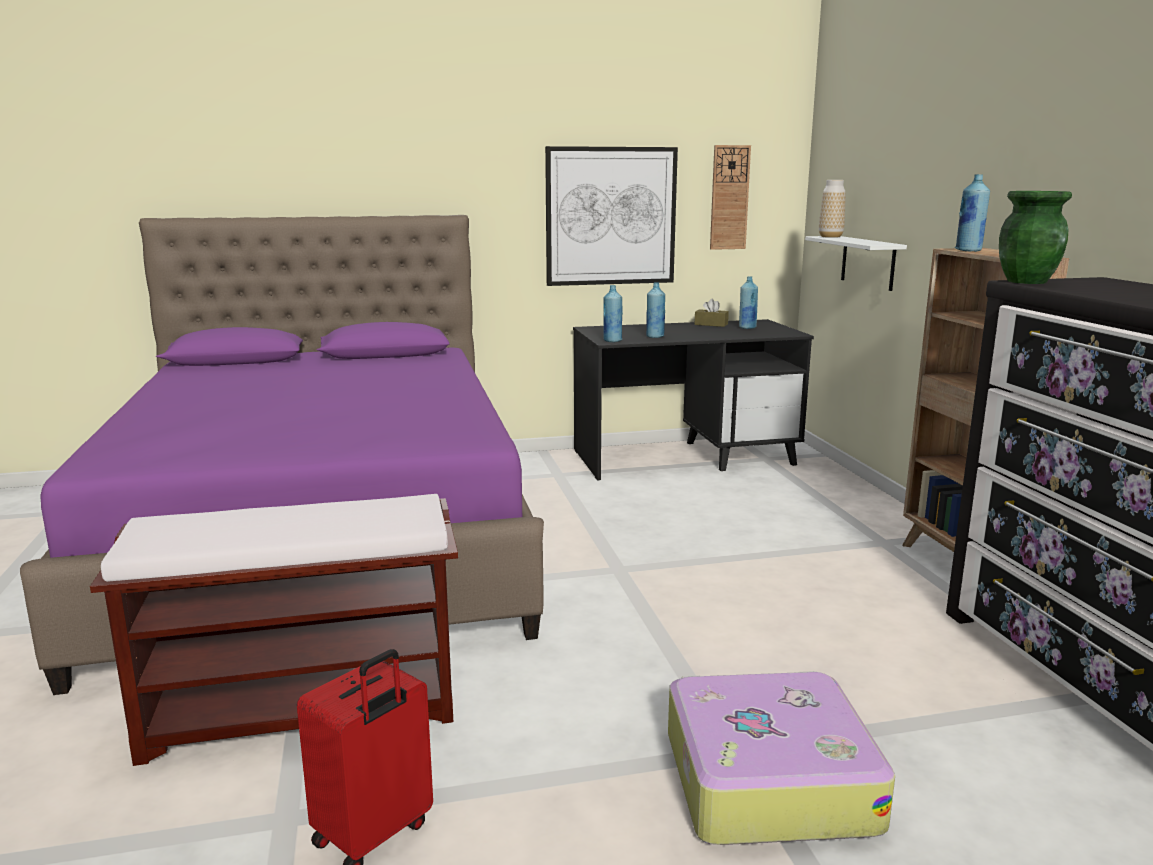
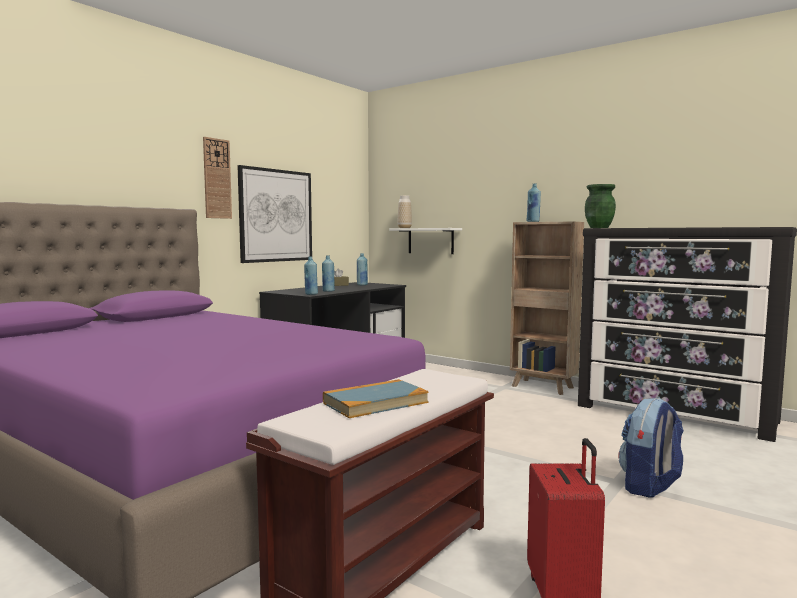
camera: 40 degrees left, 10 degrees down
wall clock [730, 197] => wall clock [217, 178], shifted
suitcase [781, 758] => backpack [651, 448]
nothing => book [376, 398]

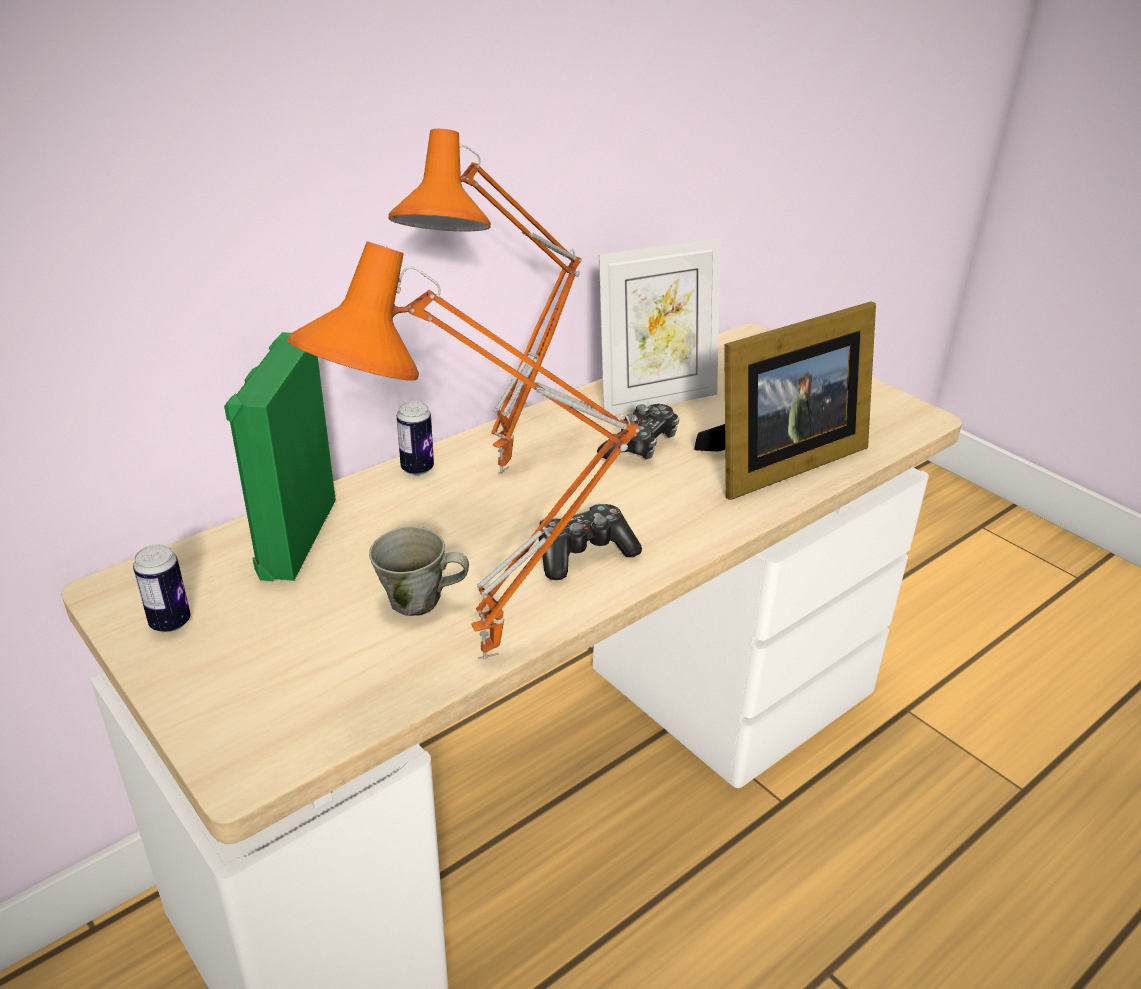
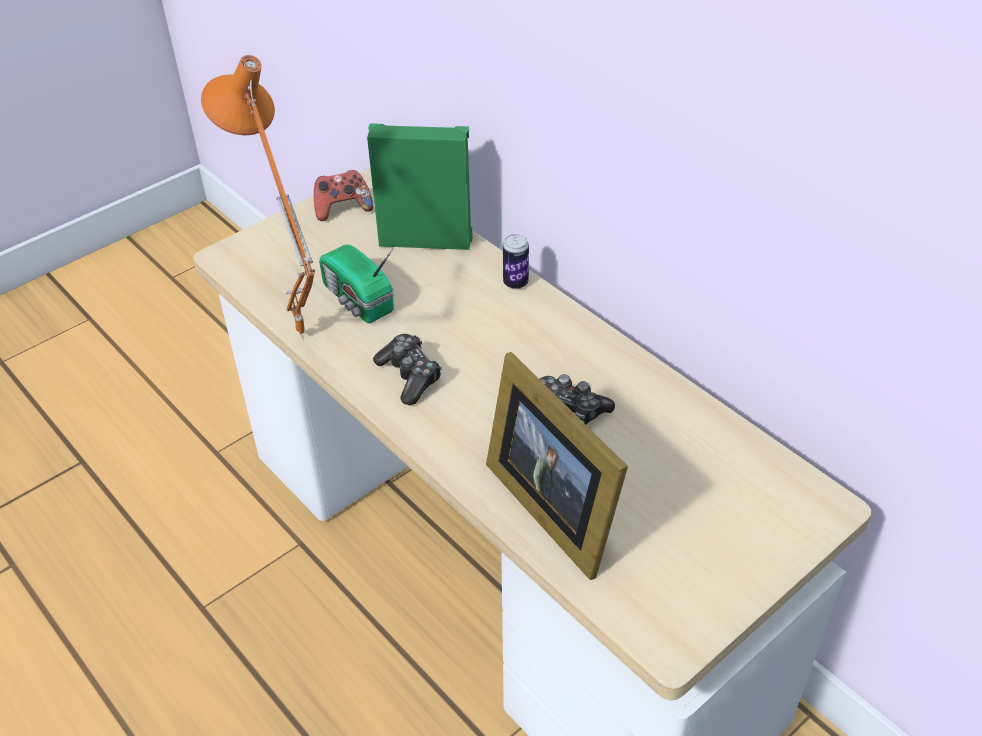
camera: 90 degrees right, 10 degrees up
orange table lamp [485, 301] => nothing
picture frame [659, 326] => nothing
grey mug [419, 571] => radio [356, 283]
can [161, 588] => game controller [344, 195]

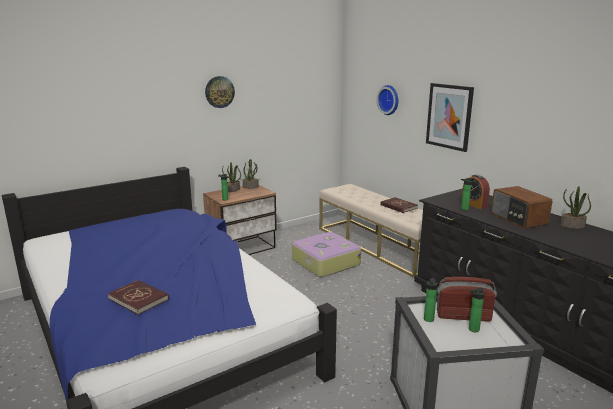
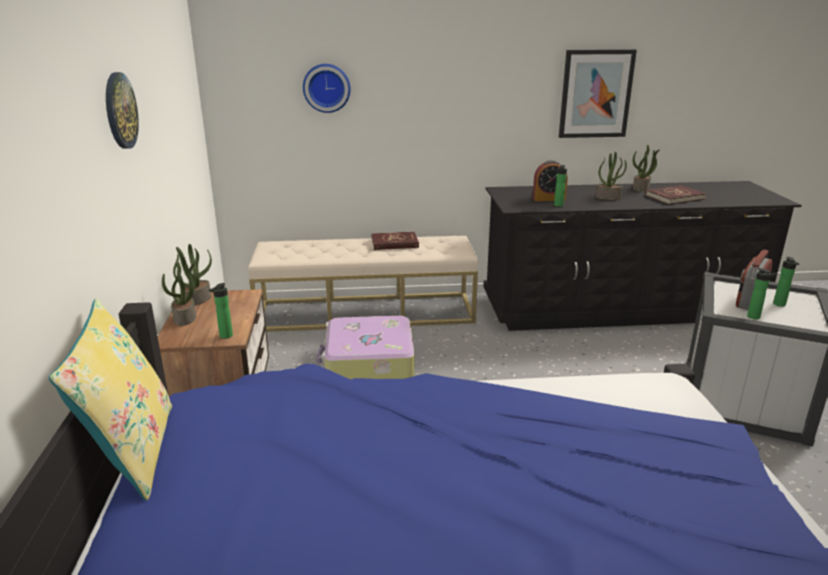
camera: 60 degrees left, 5 degrees up
picture [450, 117] => picture [598, 93], shifted
radio [521, 207] => potted plant [611, 176]
red book [138, 297] => red book [676, 195], shifted
nothing => yellow pillow [110, 400]

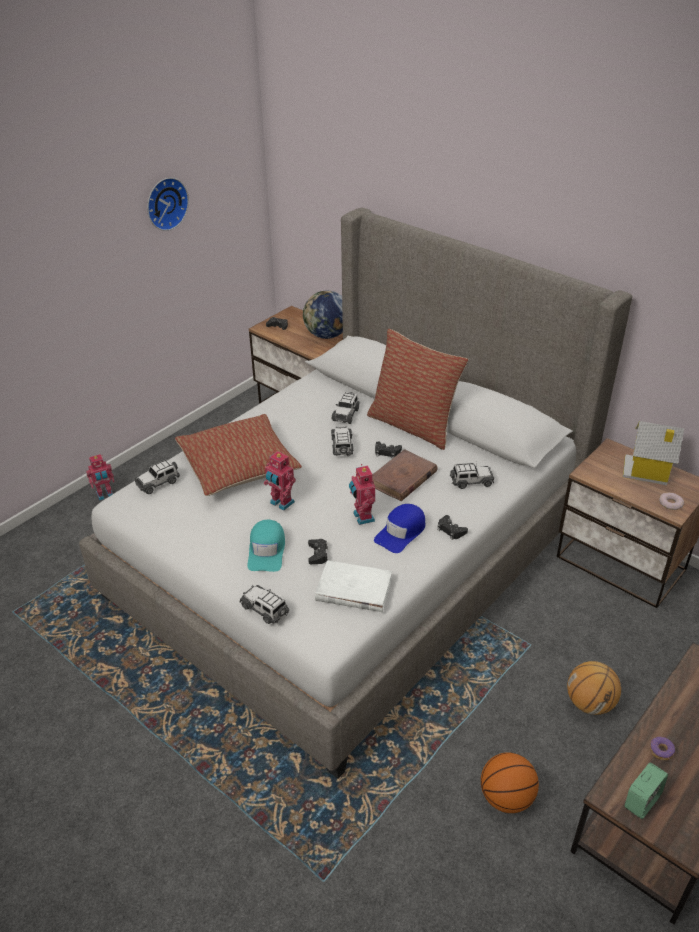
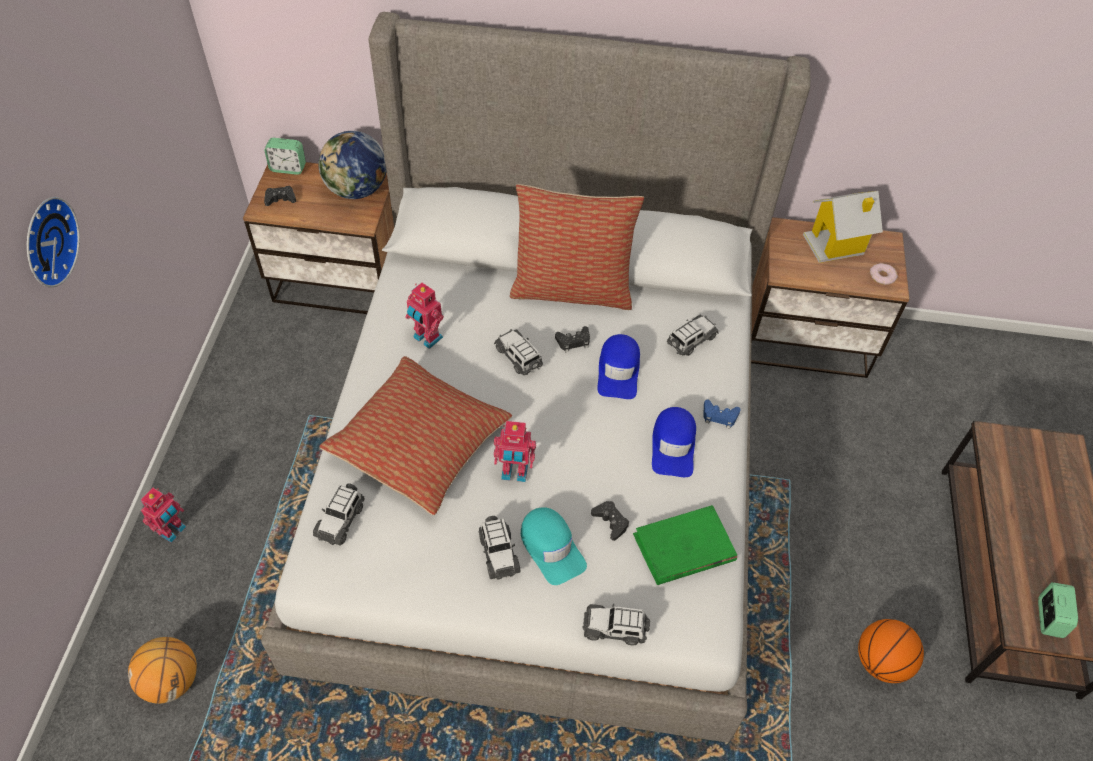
camera: 35 degrees left, 15 degrees up
wall clock [168, 204] => wall clock [53, 242], shifted
toy car [346, 408] => toy car [500, 547], shifted
brown book [405, 475] => blue cap [619, 366]
toy robot [362, 494] => toy robot [424, 316], shifted
black game controller [452, 527] => blue game controller [722, 414]
white book [353, 586] => green book [685, 545]
basketball [594, 688] => basketball [162, 670], shifted
donut [662, 748] => nothing
nothing => alarm clock [285, 156]

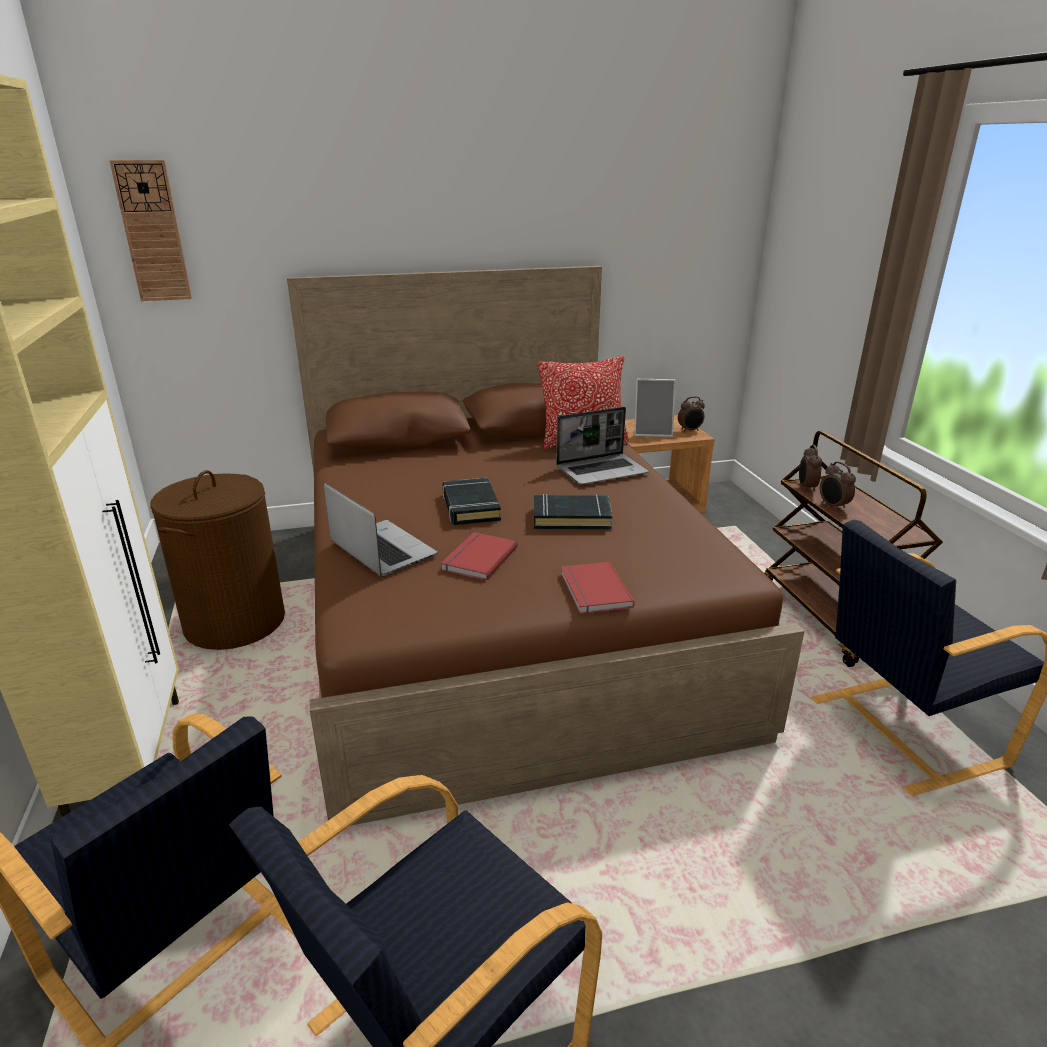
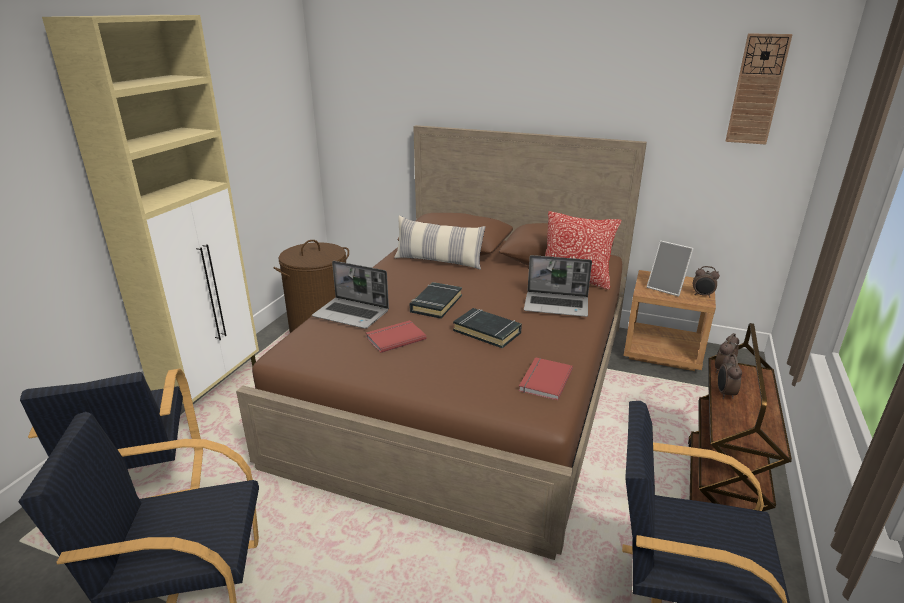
camera: 35 degrees right, 0 degrees up
wall clock [150, 230] => wall clock [759, 88], shifted
laptop [380, 529] => laptop [350, 295], 120 degrees clockwise
red book [597, 588] => red book [546, 379], shifted
nothing => pillow [440, 242]

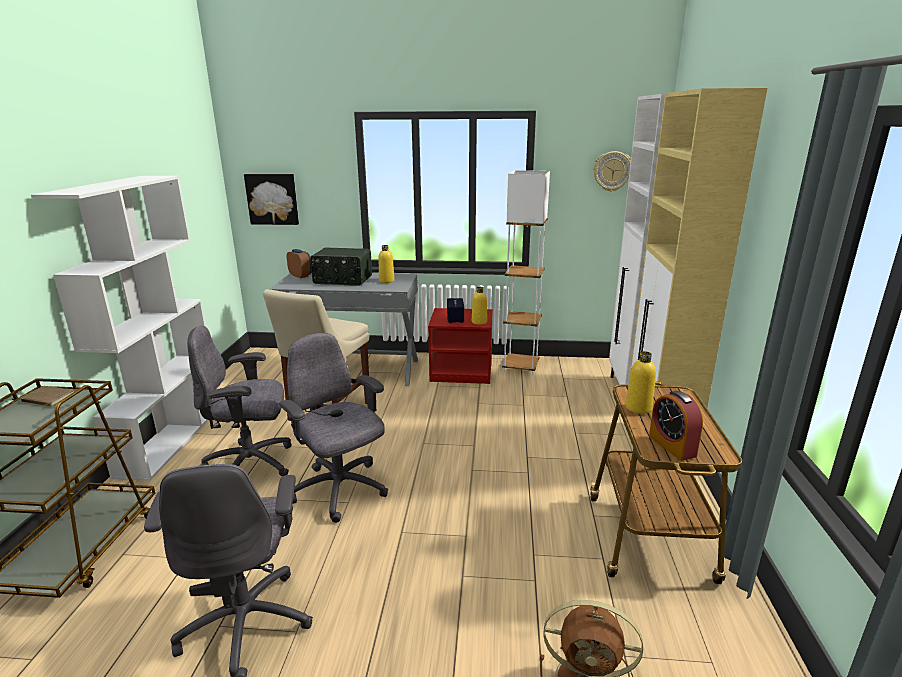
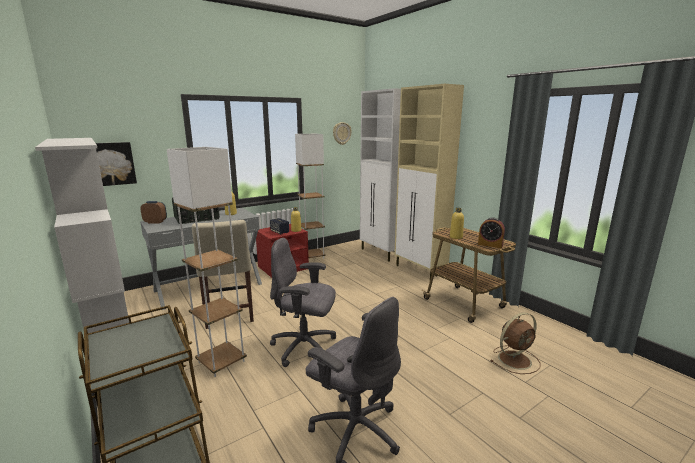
camera: 40 degrees left, 5 degrees down
grey office chair [239, 400] => white floor lamp [207, 262]
brown book [47, 396] => nothing

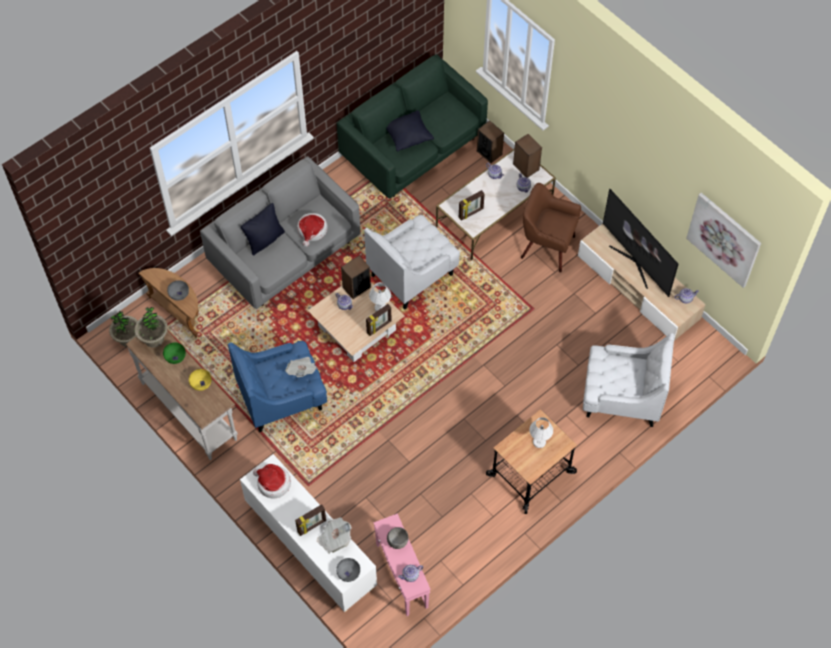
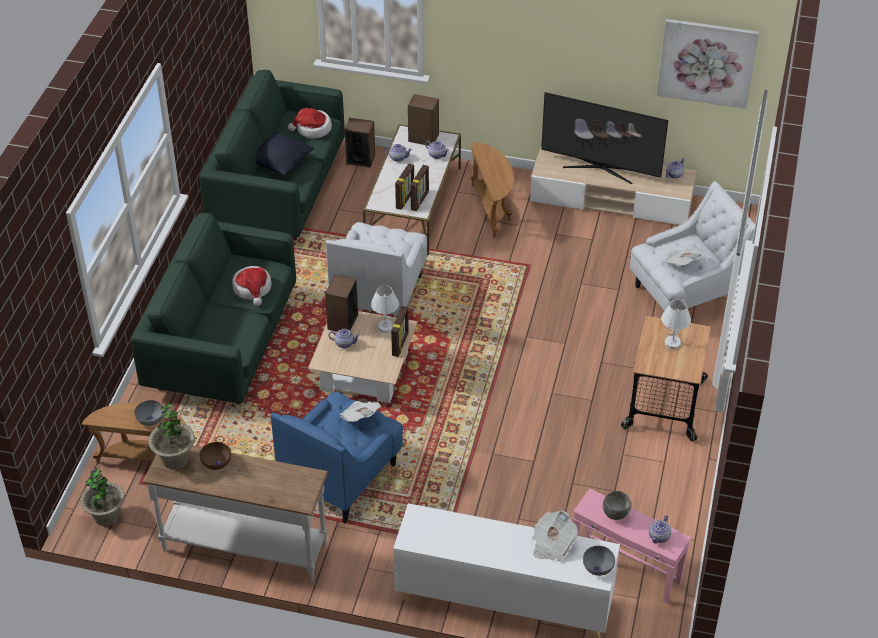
camera: 35 degrees left, 15 degrees down
grey sofa [280, 232] => green sofa [213, 309]
brown armchair [551, 228] => brown side table [492, 190]
black pillow [263, 229] => nothing
green bowl [174, 353] => brown bowl [215, 456]
yellow bowl [200, 380] => nothing
hat [272, 481] => hat [310, 123], shifted
picture frame [310, 520] => picture frame [420, 188], shifted
nothing => newspaper [683, 256]

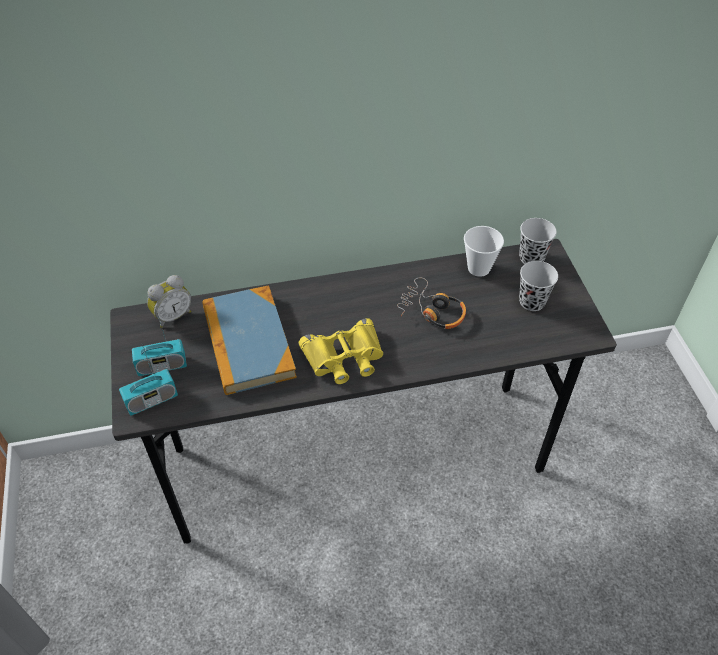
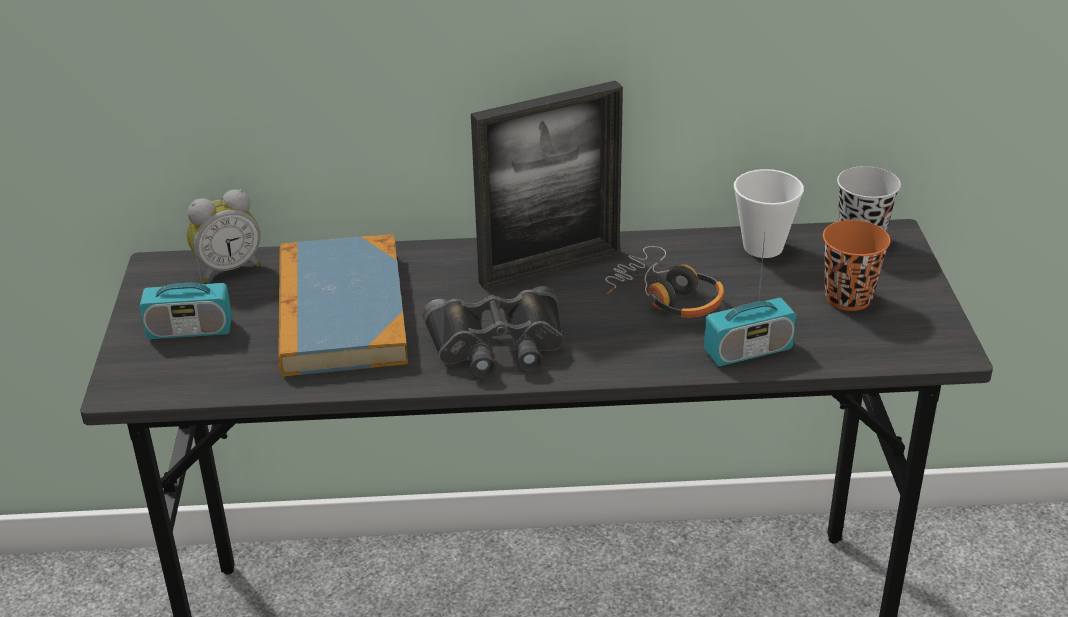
camera: 10 degrees right, 15 degrees down
black cup [538, 286] => orange cup [856, 265]
yellow binoculars [341, 351] => black binoculars [493, 332]
radio [148, 379] => radio [750, 300], shifted
nothing => picture frame [547, 185]

